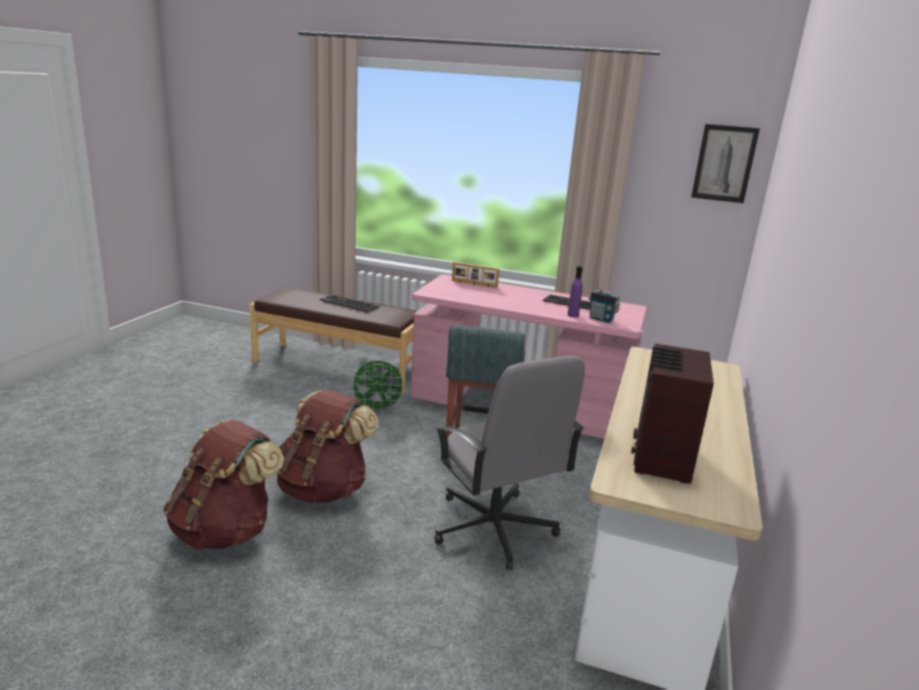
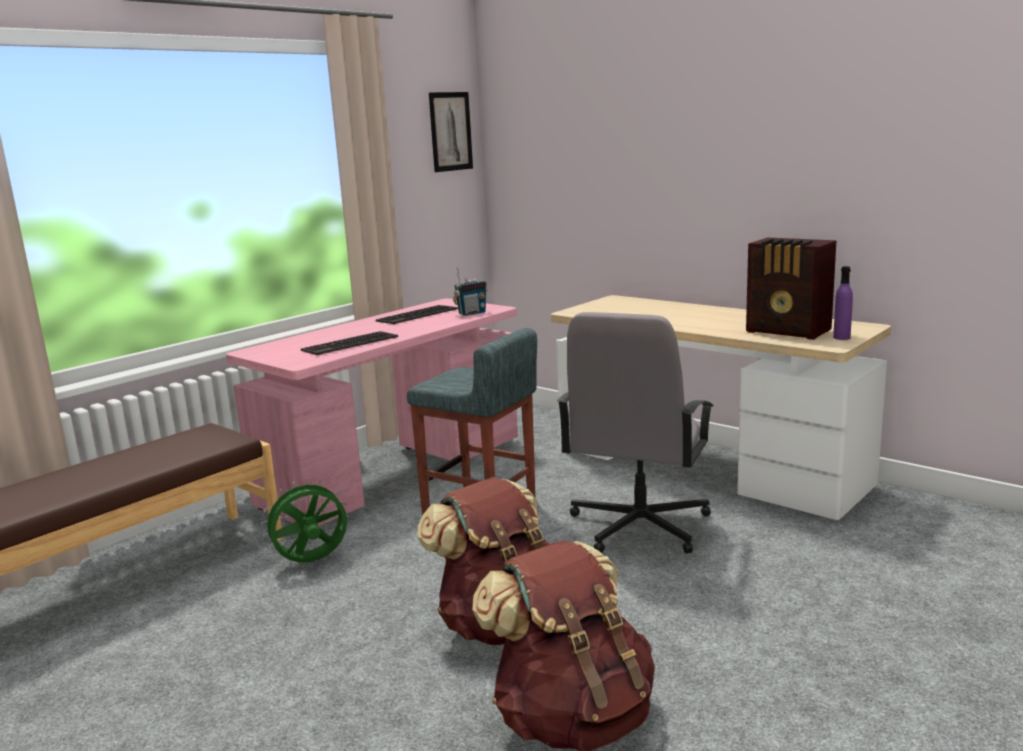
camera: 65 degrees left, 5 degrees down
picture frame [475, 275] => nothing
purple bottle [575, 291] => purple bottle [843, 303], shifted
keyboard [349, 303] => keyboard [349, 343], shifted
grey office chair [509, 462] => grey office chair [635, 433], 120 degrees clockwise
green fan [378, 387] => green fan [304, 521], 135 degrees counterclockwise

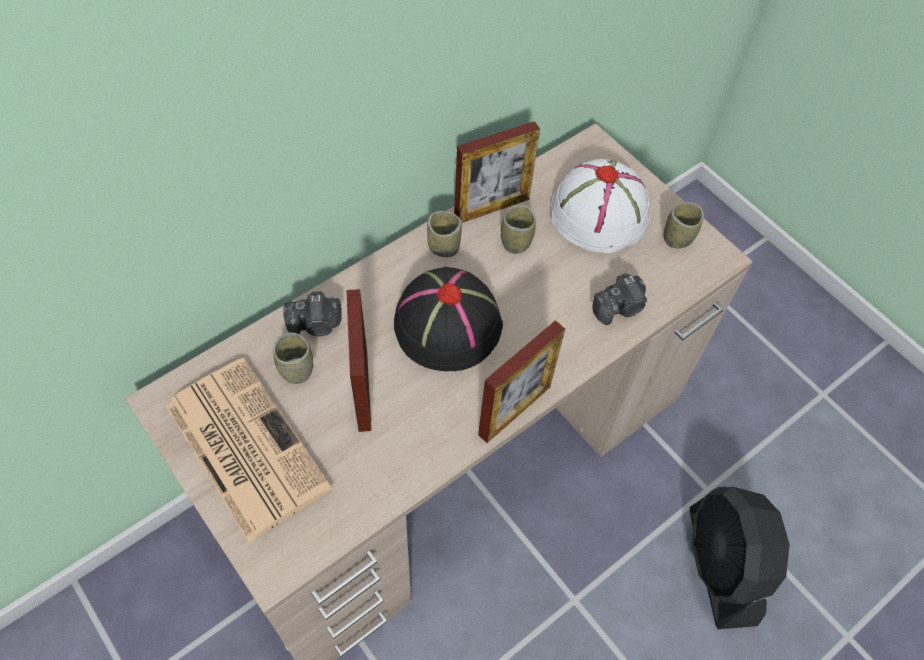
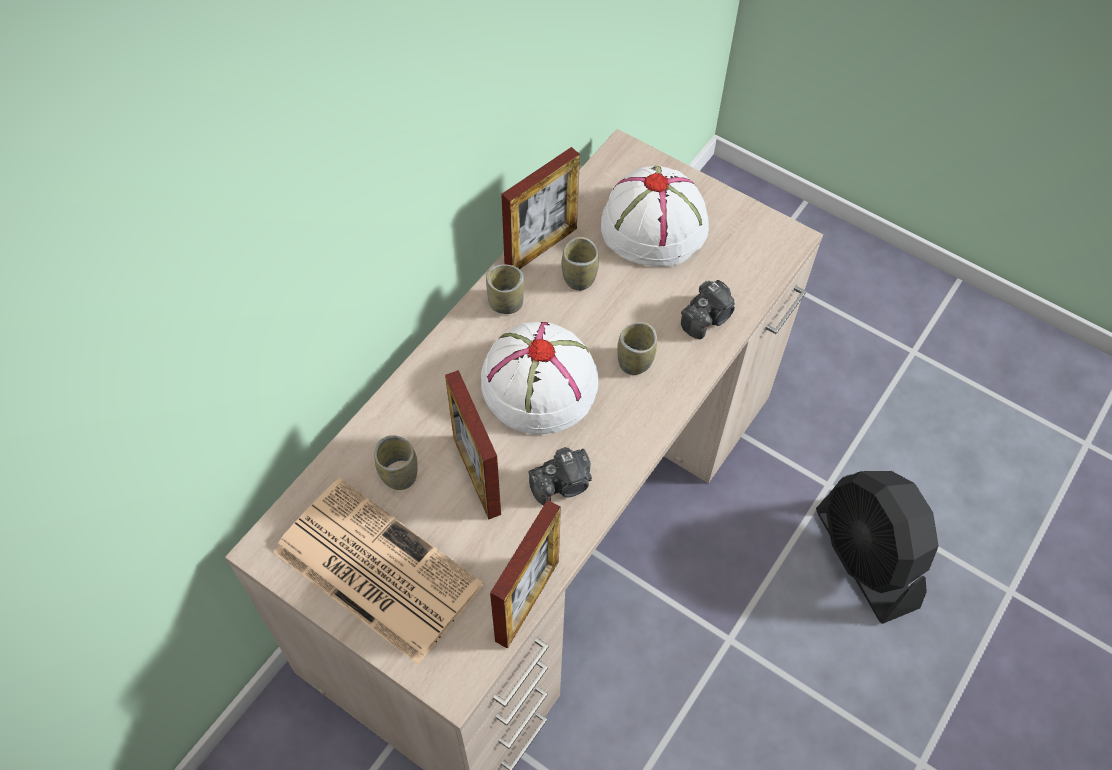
camera: 15 degrees left, 0 degrees up
cup [684, 225] => cup [637, 348], shifted
black hat [448, 319] => white hat [539, 378]
photo camera [312, 313] => photo camera [560, 476], shifted
picture frame [521, 381] => picture frame [525, 574], shifted

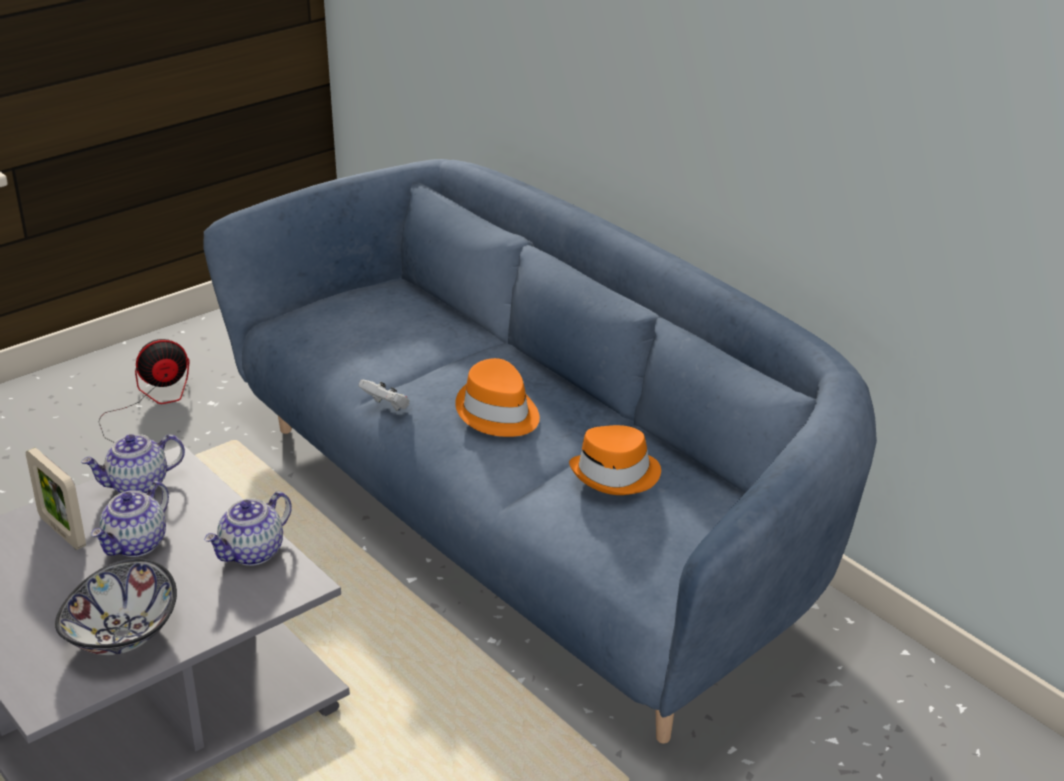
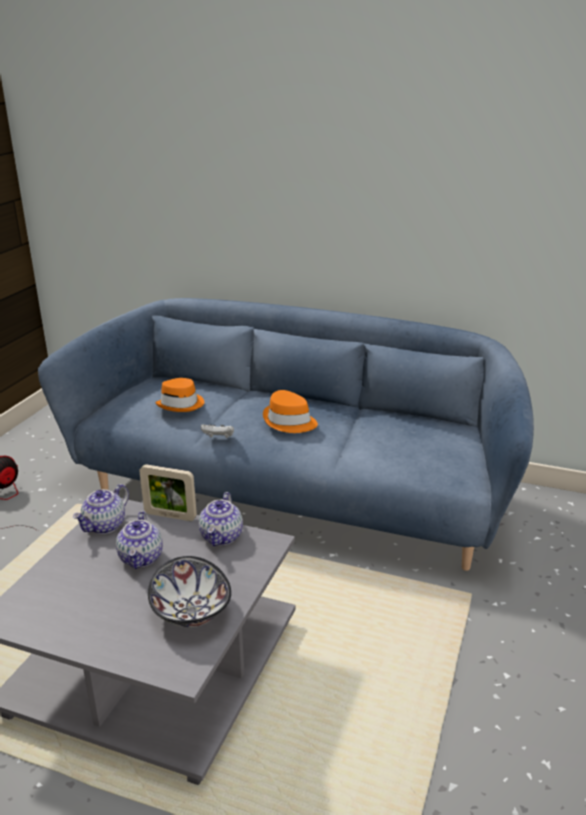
camera: 30 degrees left, 5 degrees down
orange hat [615, 460] => orange hat [179, 395], shifted
picture frame [56, 499] => picture frame [168, 492], shifted

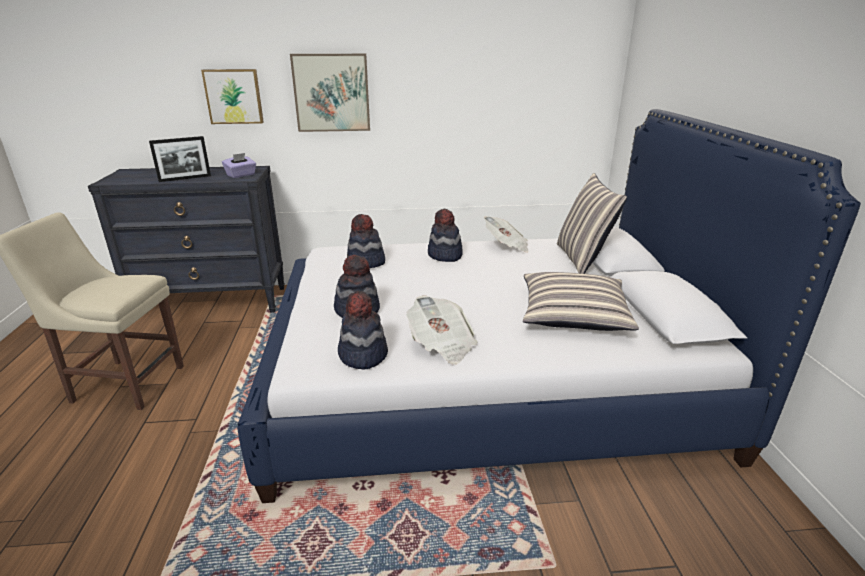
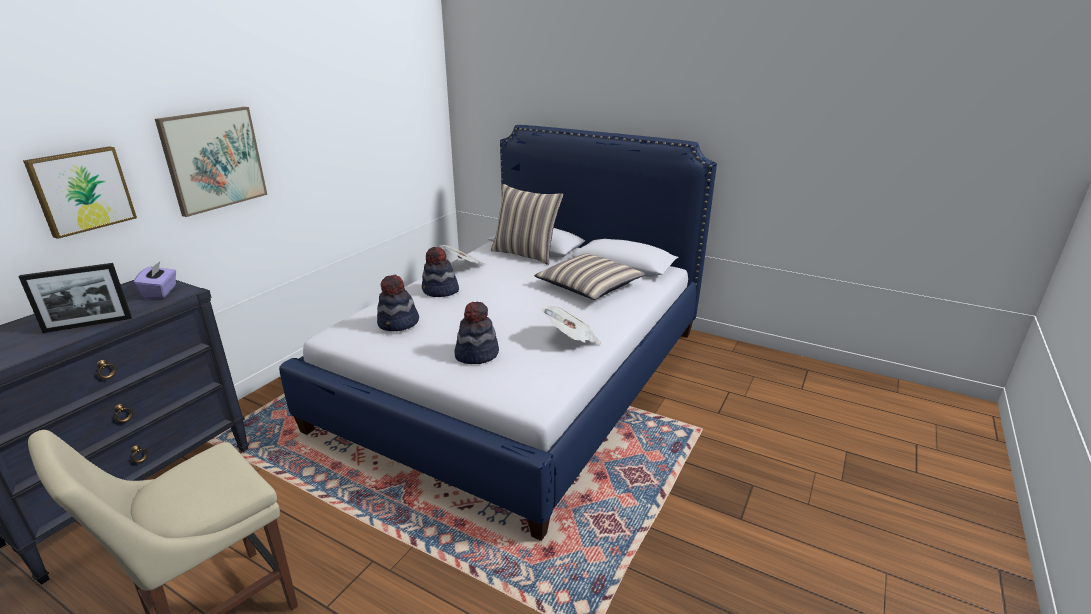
camera: 55 degrees left, 0 degrees up
picture frame [180, 159] => picture frame [75, 298], 60 degrees clockwise
hat [363, 330] => nothing

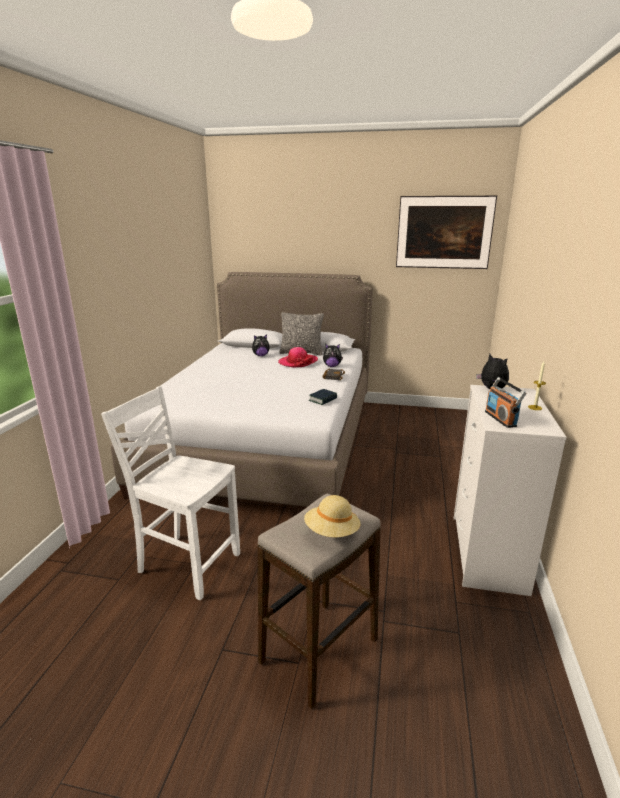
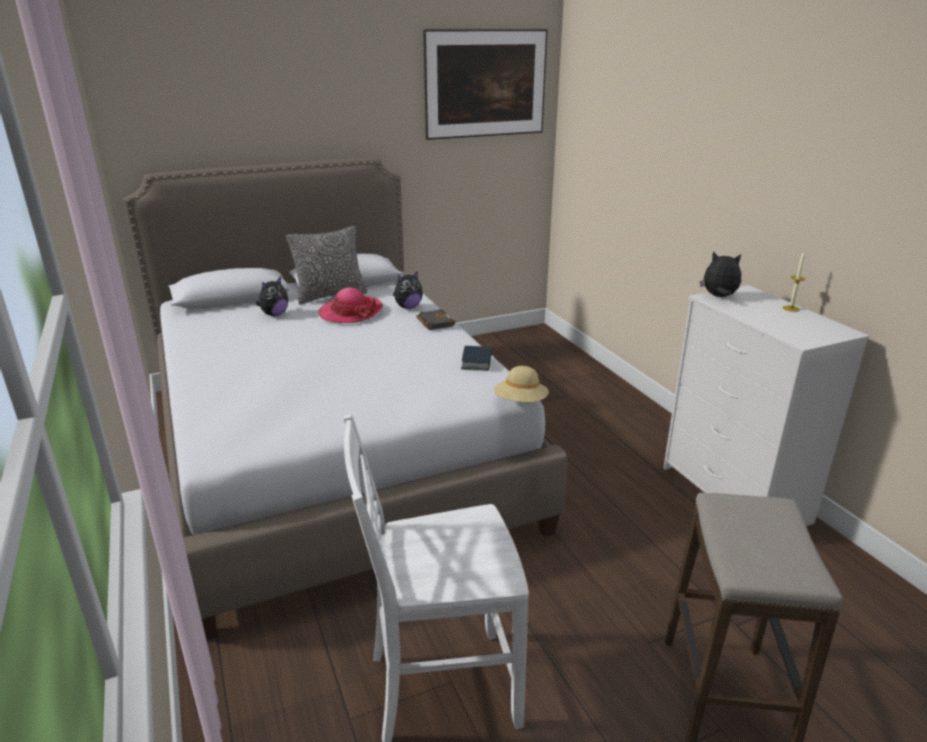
camera: 35 degrees left, 5 degrees up
radio [505, 402] => nothing
beige hat [332, 516] => beige hat [521, 384], shifted

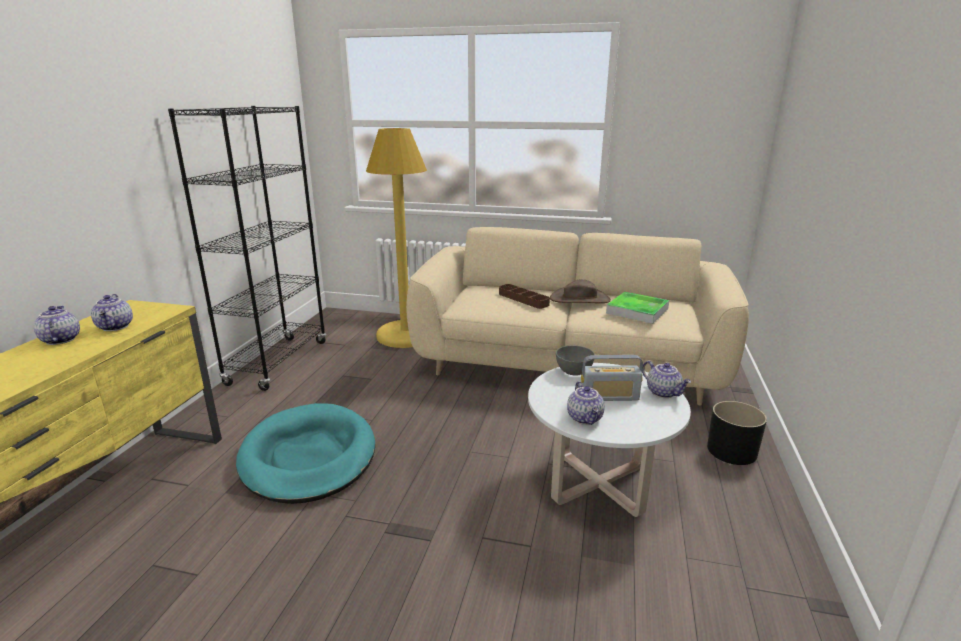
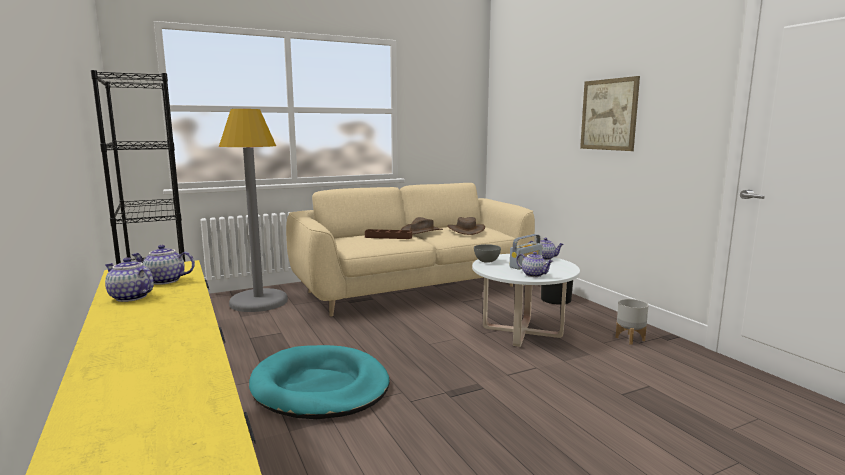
camera: 40 degrees left, 10 degrees down
yellow floor lamp [396, 238] => grey floor lamp [253, 210]
tray [637, 308] => brown hat [466, 226]
teapot [112, 312] => teapot [163, 265], 150 degrees clockwise
nothing => picture [610, 113]
nothing => grey planter [632, 322]

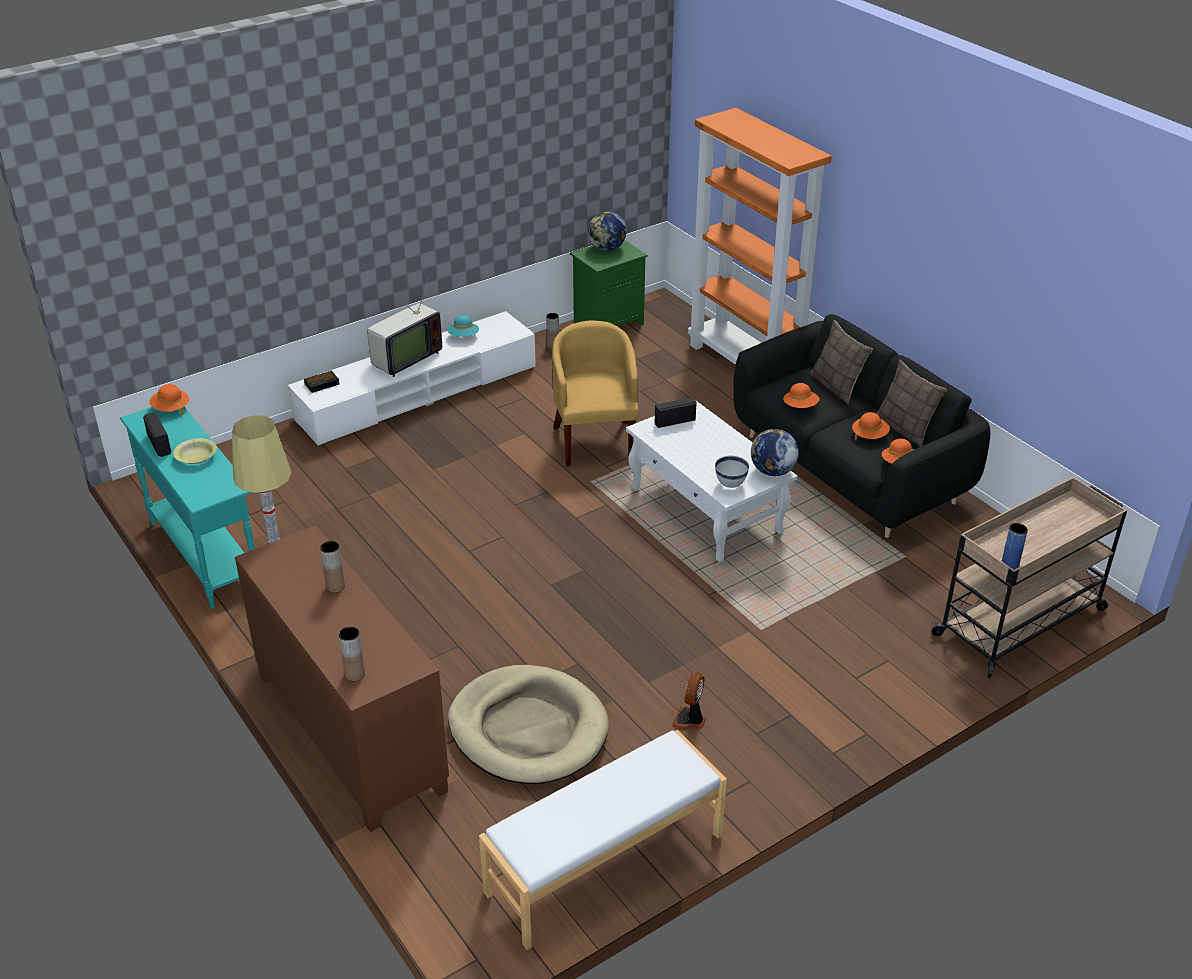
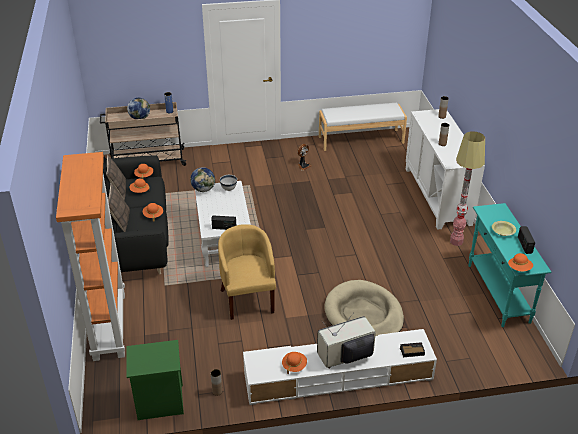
camera: 155 degrees left, 0 degrees up
globe [607, 231] => globe [138, 108], shifted
turquoise hat [463, 326] => orange hat [294, 363]
yellow armchair [596, 393] => yellow armchair [247, 272], 150 degrees clockwise
brown cabinet [342, 679] => white cabinet [445, 169]
beige dog bed [528, 724] => beige dog bed [364, 308], shifted

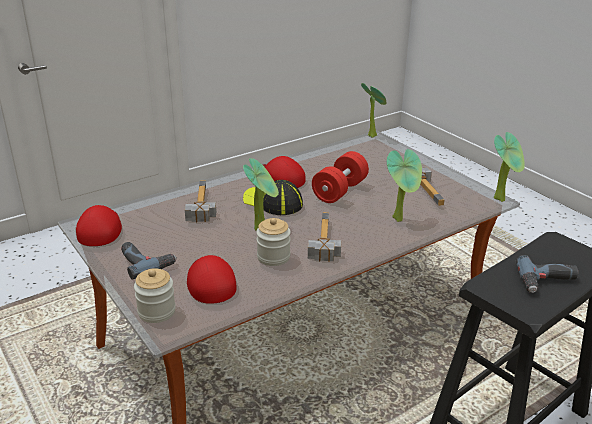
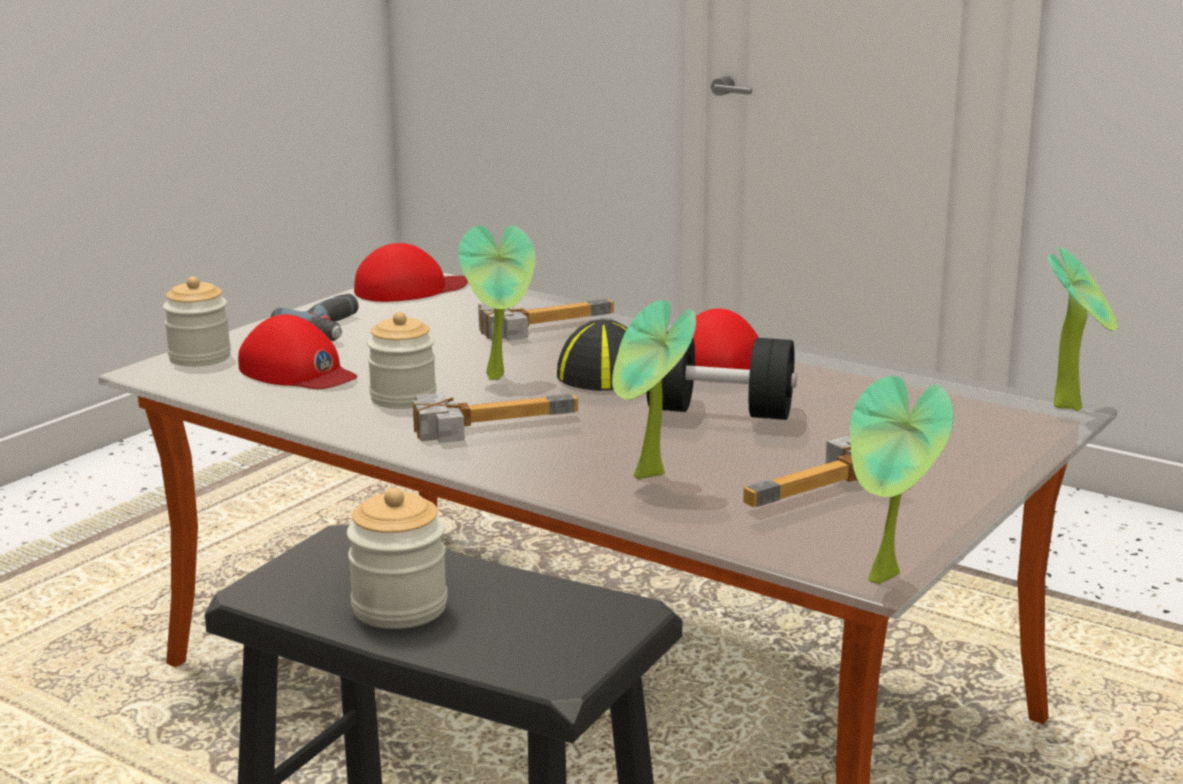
camera: 70 degrees right, 10 degrees down
red dumbbell [340, 177] => black dumbbell [721, 376]
red cap [212, 279] => red cap [297, 351], 75 degrees clockwise
power drill [547, 274] => jar [397, 558]

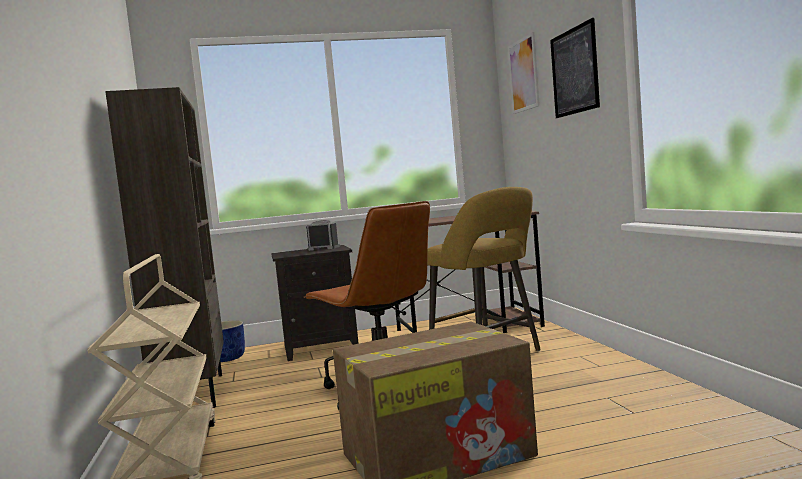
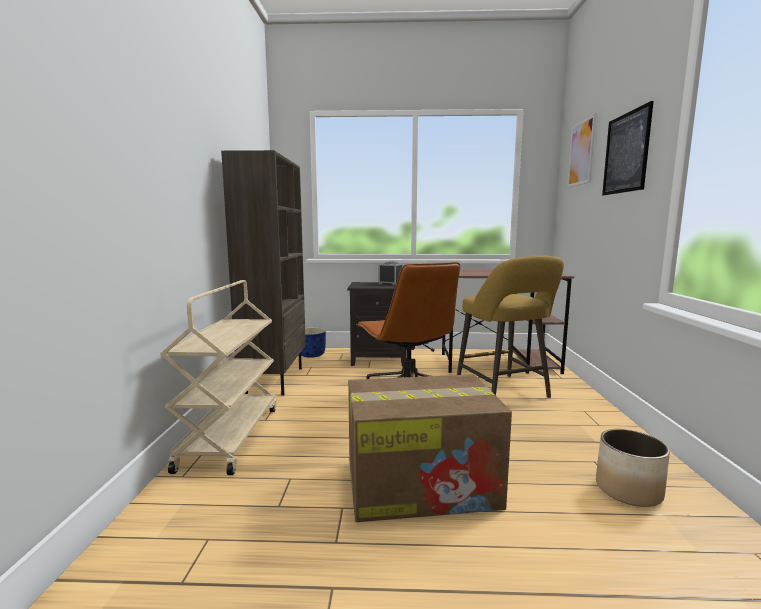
camera: 15 degrees right, 5 degrees up
nothing => planter [633, 468]

